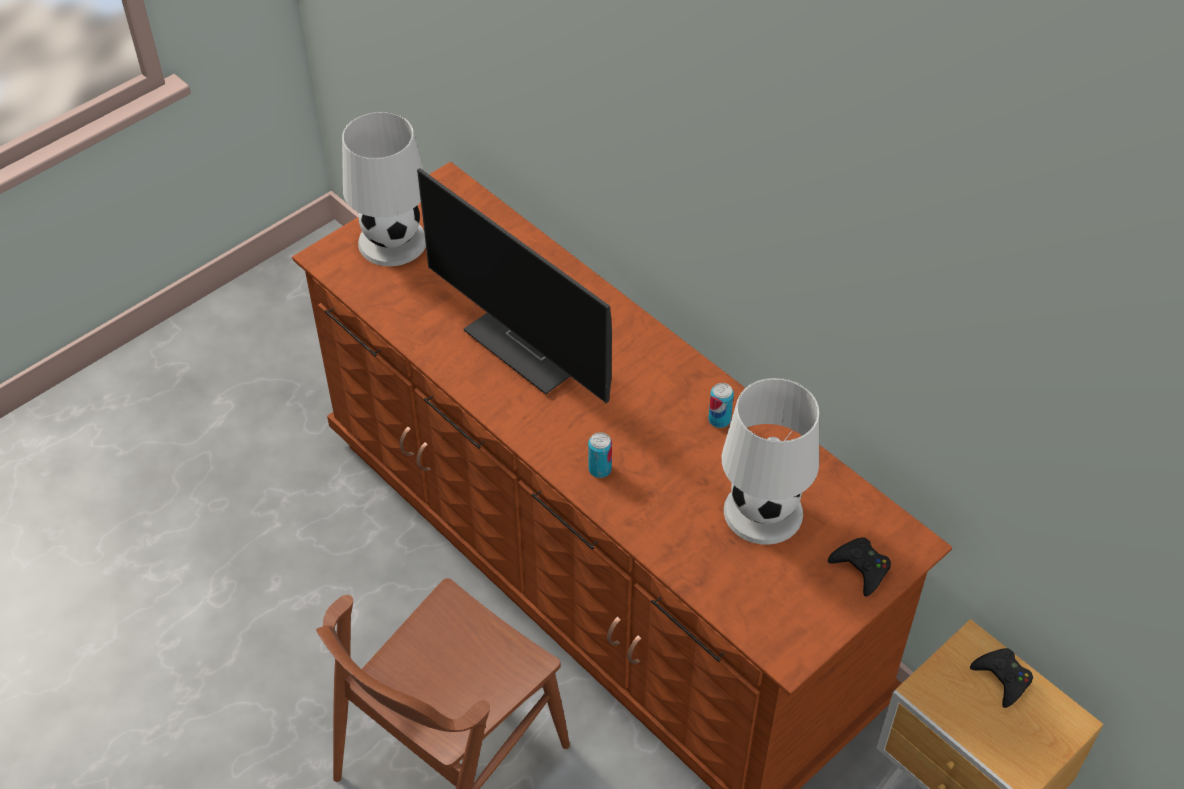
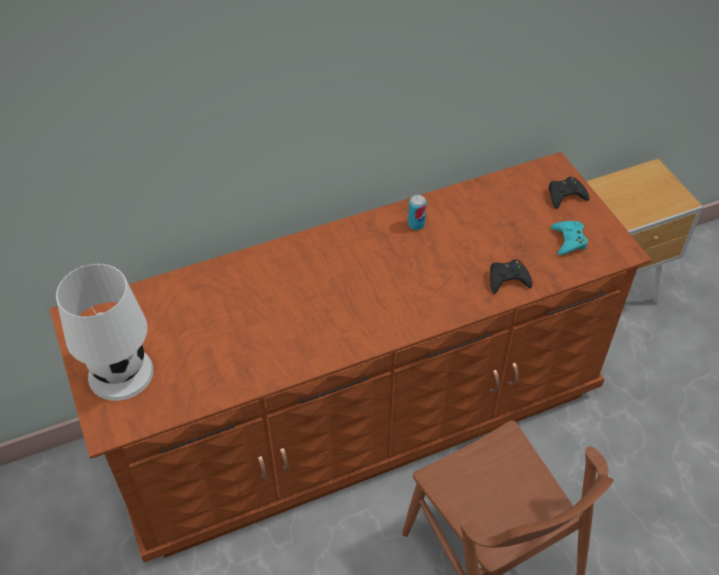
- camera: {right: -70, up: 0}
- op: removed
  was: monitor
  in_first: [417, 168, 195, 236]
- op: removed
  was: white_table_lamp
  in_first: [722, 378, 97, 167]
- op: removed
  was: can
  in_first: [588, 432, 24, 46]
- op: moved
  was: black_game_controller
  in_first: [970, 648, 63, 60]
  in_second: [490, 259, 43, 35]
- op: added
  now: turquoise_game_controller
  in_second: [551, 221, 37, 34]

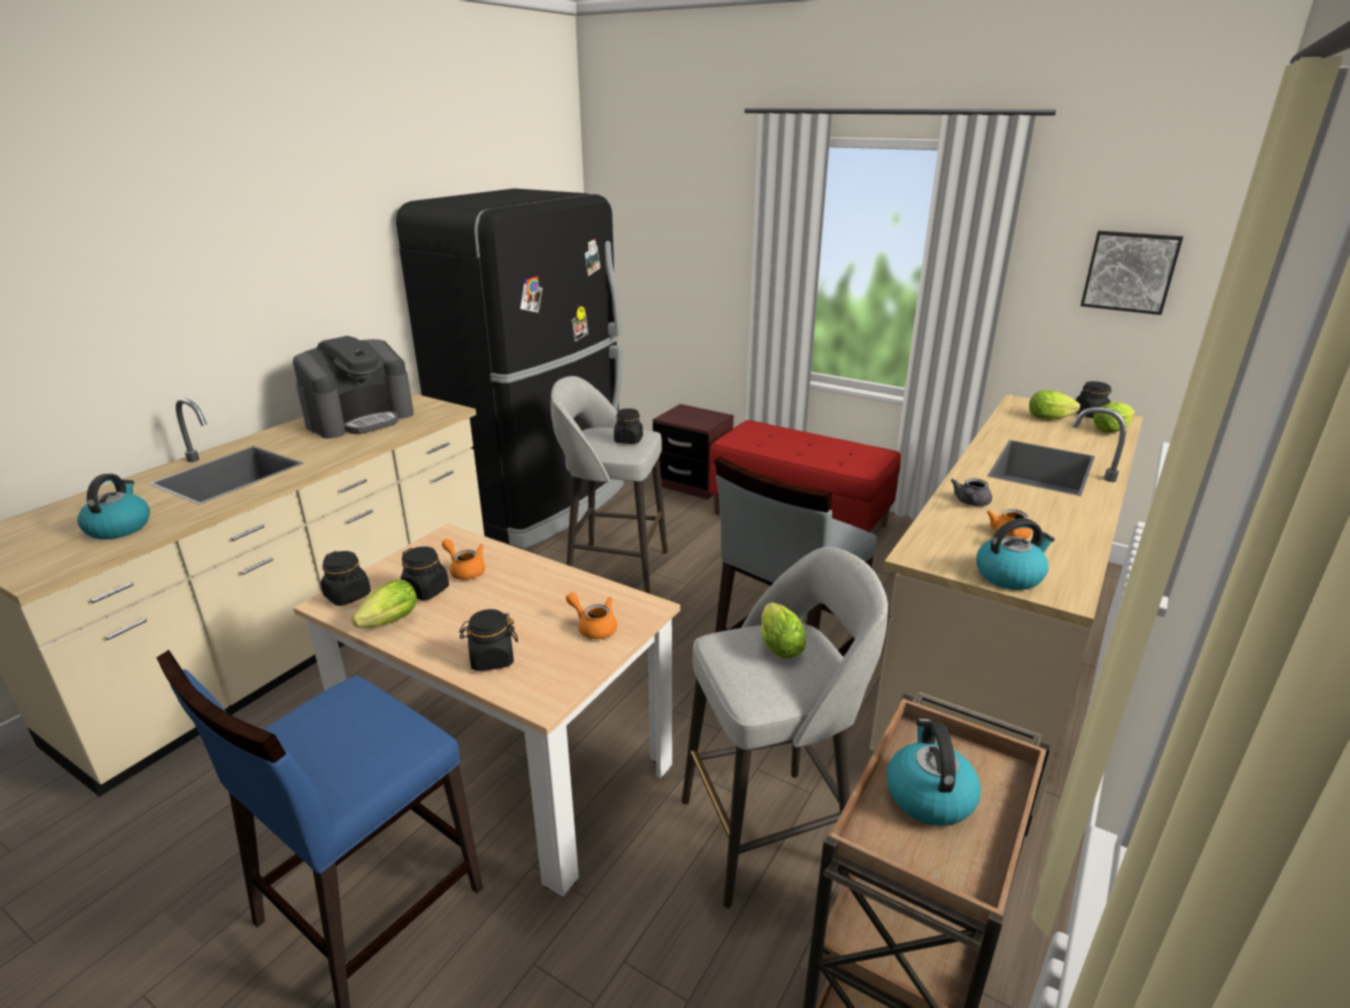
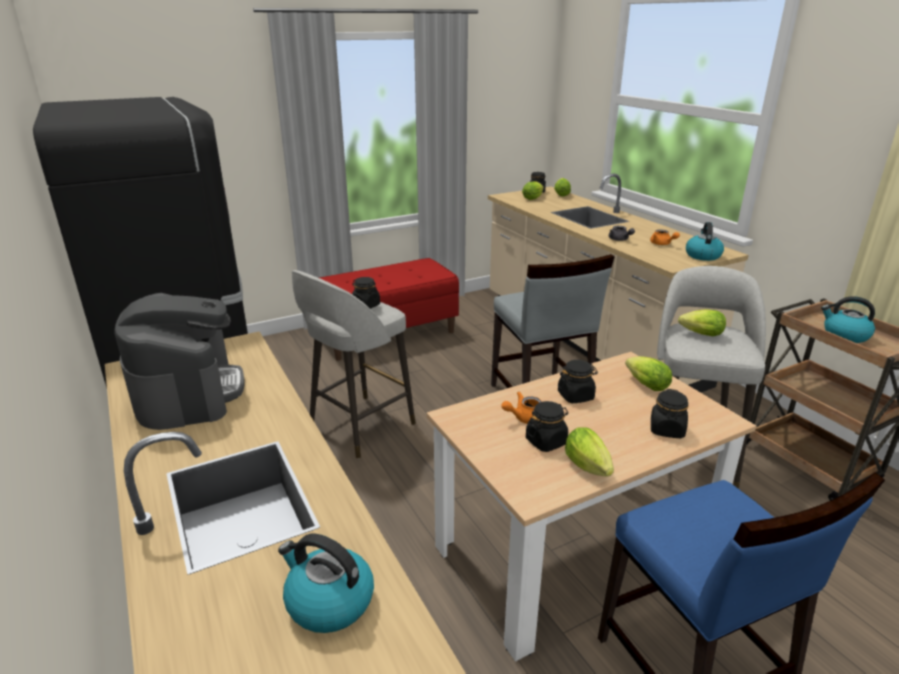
- camera: {right: -60, up: 0}
- op: removed
  was: picture
  in_first: [1081, 231, 102, 84]
- op: removed
  was: brown_nightstand
  in_first: [653, 404, 81, 96]
- op: moved
  was: black_jar
  in_first: [321, 551, 50, 55]
  in_second: [558, 360, 40, 43]
- op: replaced
  was: orange_teapot
  now: lettuce
  in_first: [566, 592, 51, 47]
  in_second: [625, 356, 47, 35]

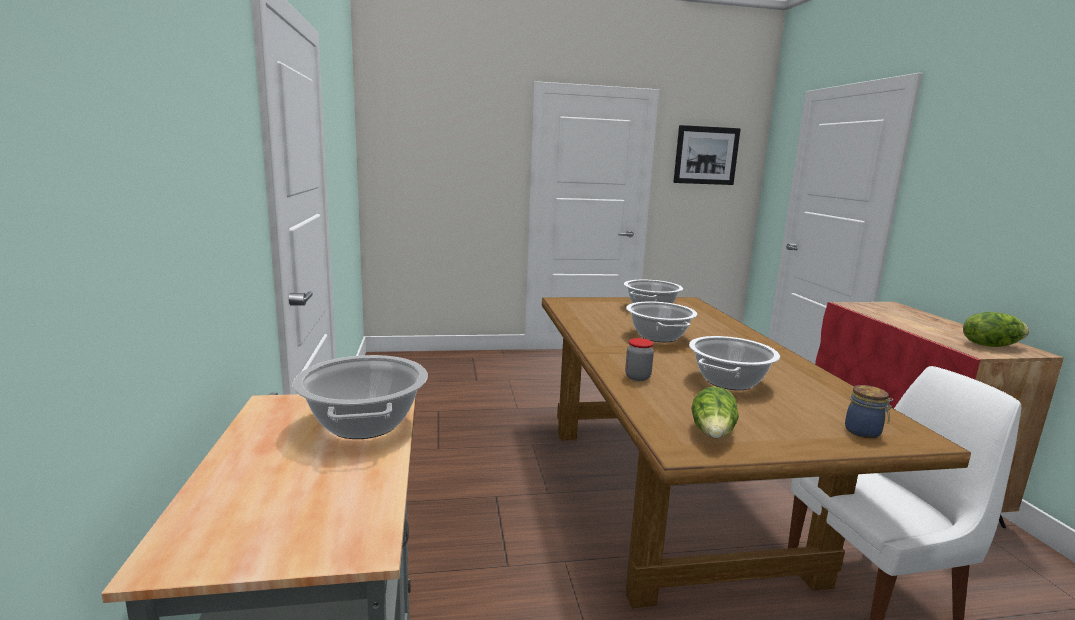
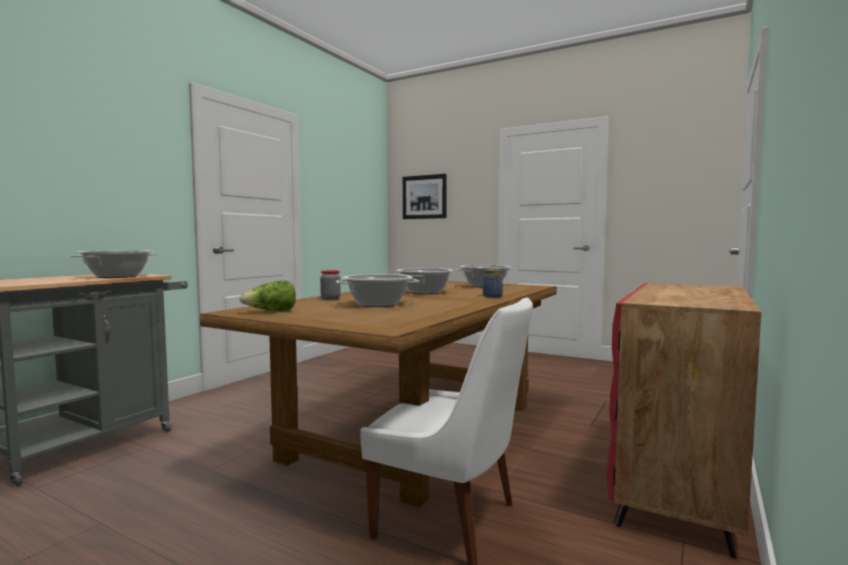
- camera: {right: 40, up: -10}
- op: moved
  was: picture
  in_first: [673, 125, 68, 60]
  in_second: [403, 174, 44, 45]
- op: removed
  was: lettuce
  in_first: [963, 312, 66, 35]
- op: moved
  was: jar
  in_first: [845, 385, 48, 53]
  in_second: [483, 269, 20, 28]

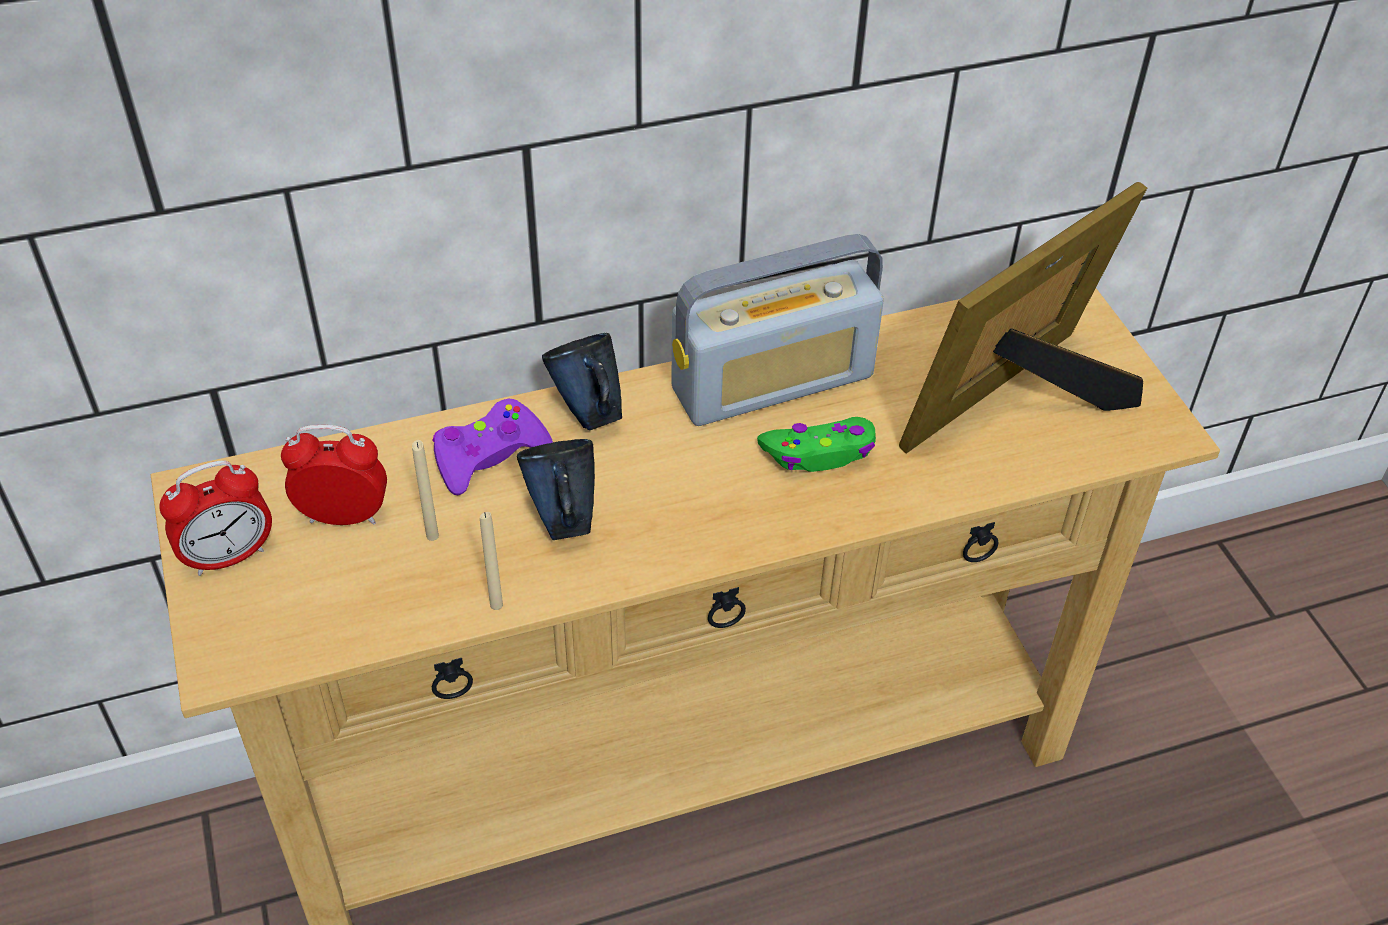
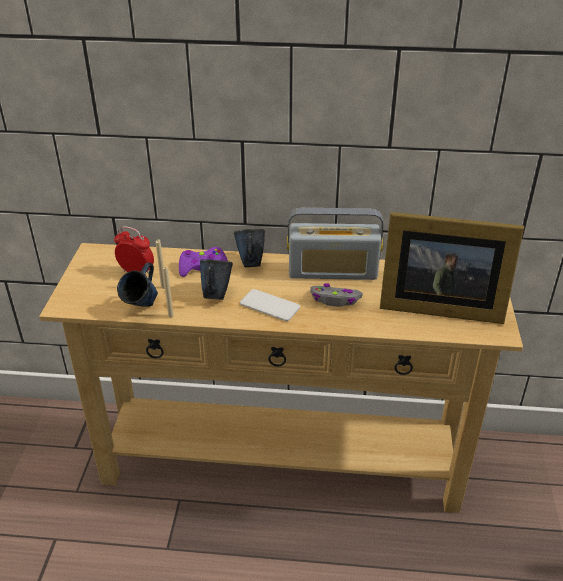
- camera: {right: 25, up: -10}
- op: turned
  was: picture_frame
  in_first: [899, 182, 248, 272]
  in_second: [380, 212, 144, 112]
  clockwise: -150
- op: recoloured
  was: green_game_controller
  now: grey_game_controller
  in_first: [757, 417, 119, 55]
  in_second: [310, 283, 53, 24]
- op: removed
  was: alarm_clock
  in_first: [159, 460, 113, 116]
- op: added
  now: blue_mug
  in_second: [117, 262, 41, 45]
- op: added
  now: phone
  in_second: [240, 289, 60, 32]

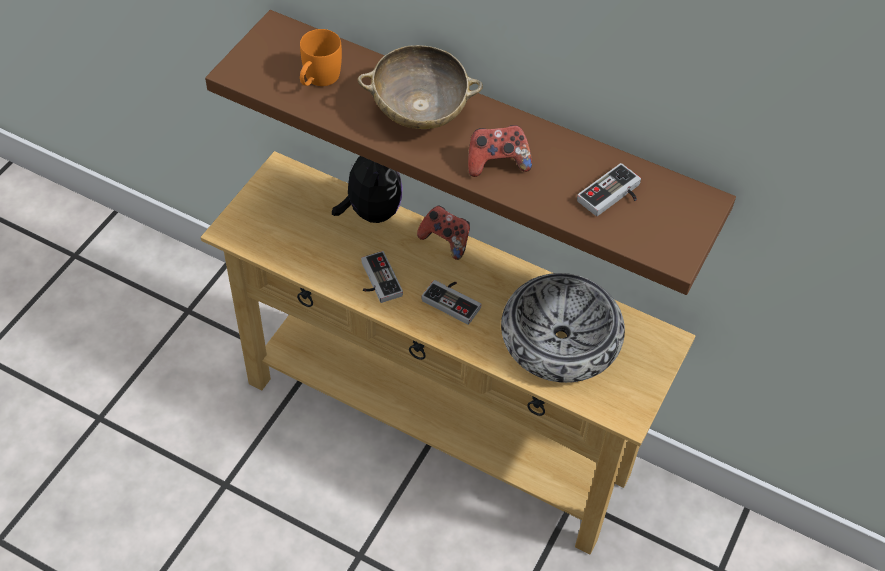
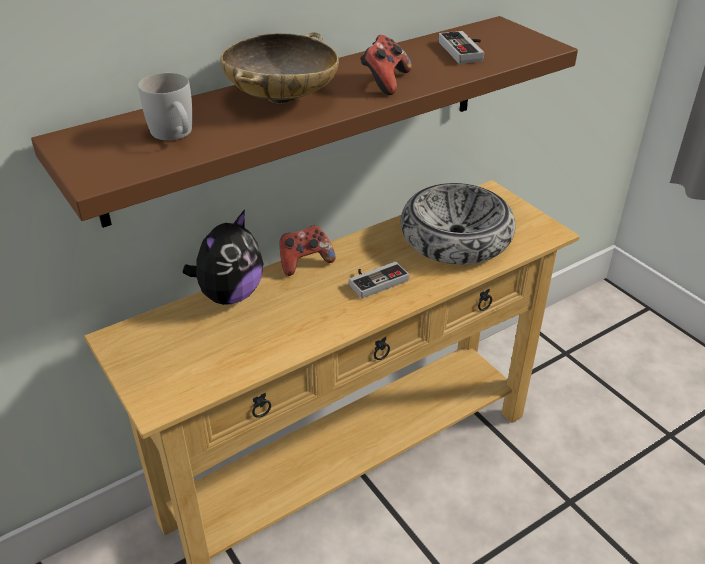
- camera: {right: -60, up: -15}
- op: recoloured
  was: orange_mug
  now: white_mug
  in_first: [300, 29, 42, 57]
  in_second: [138, 73, 54, 68]
- op: turned
  was: plush_toy
  in_first: [332, 156, 70, 67]
  in_second: [183, 210, 81, 95]
  clockwise: 105
- op: removed
  was: game_controller
  in_first: [361, 251, 42, 52]

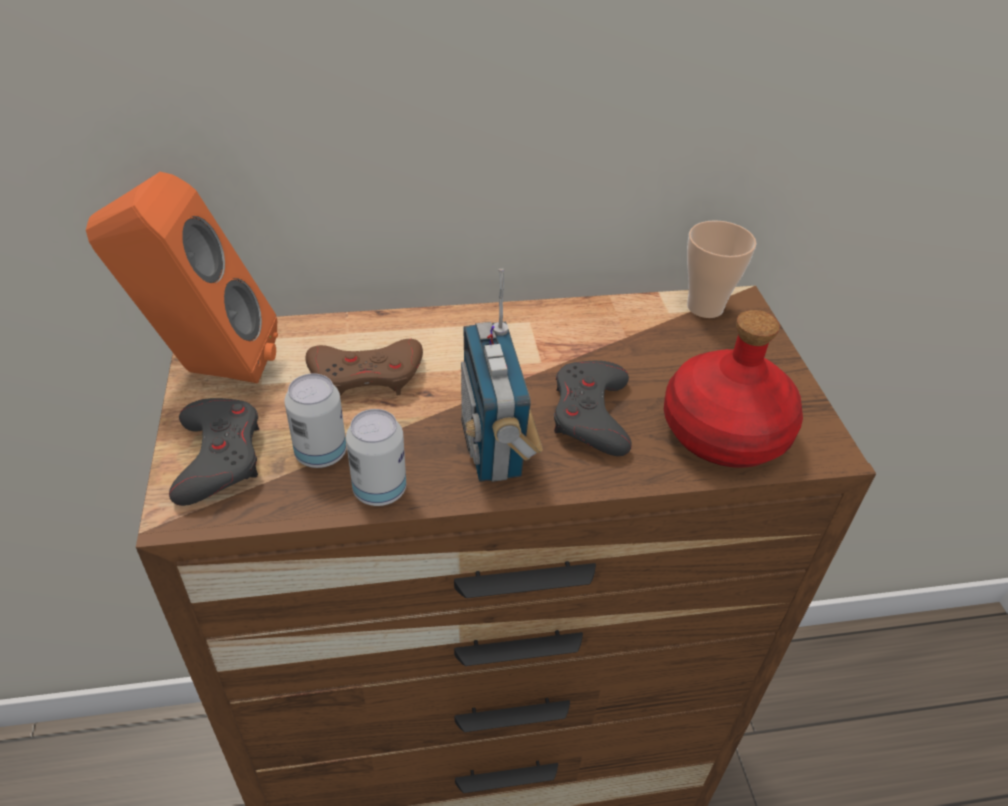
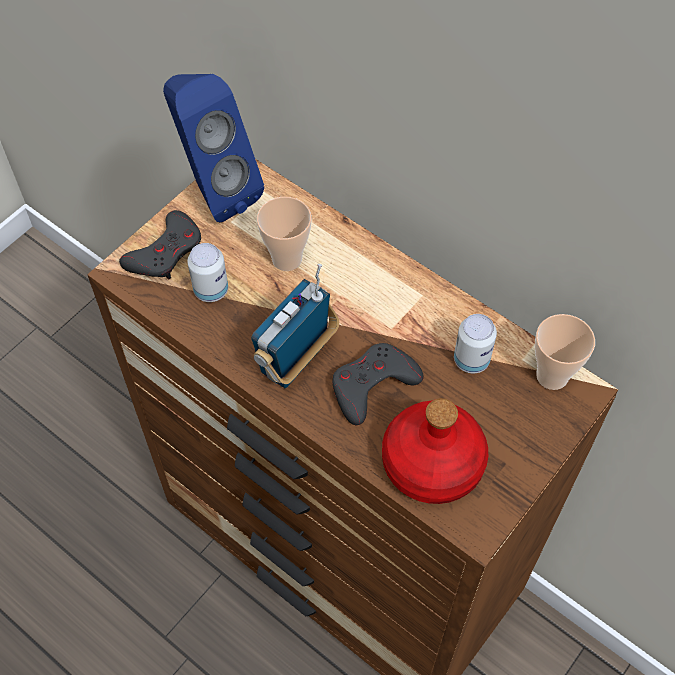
- camera: {right: 50, up: 15}
- op: recoloured
  was: orange_speaker
  now: blue_speaker
  in_first: [86, 172, 192, 212]
  in_second: [163, 74, 101, 148]
- op: replaced
  was: brown_game_controller
  now: cup
  in_first: [306, 339, 117, 57]
  in_second: [257, 197, 54, 74]
- op: moved
  was: can
  in_first: [346, 409, 60, 97]
  in_second: [454, 314, 43, 60]

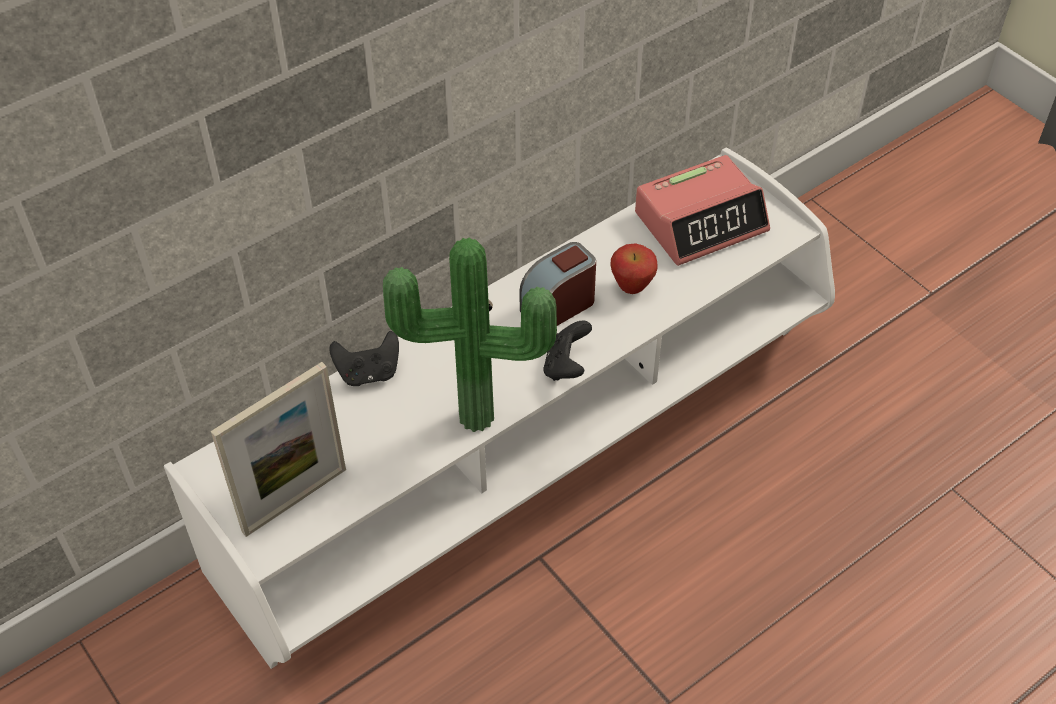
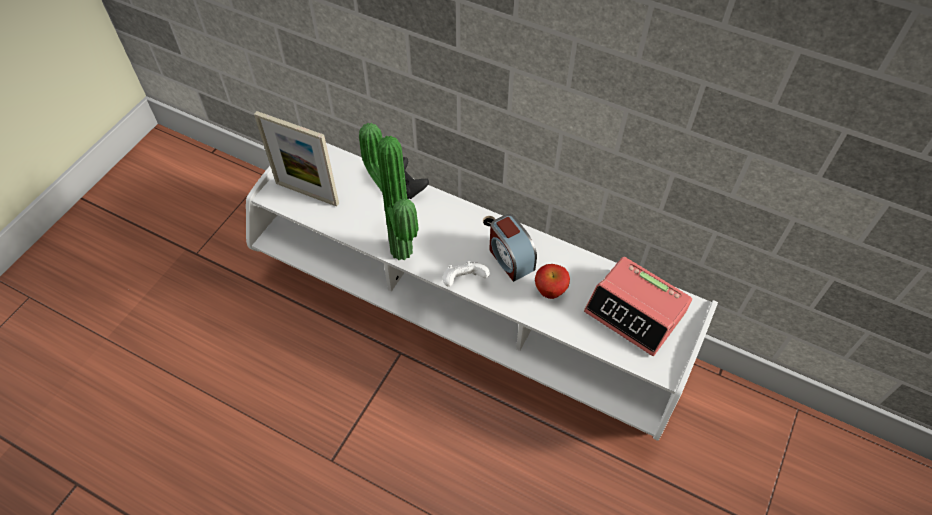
- camera: {right: 65, up: 5}
- op: turned
  was: alarm_clock
  in_first: [519, 242, 77, 84]
  in_second: [489, 214, 48, 68]
  clockwise: -150
- op: recoloured
  was: black_game_controller
  now: white_game_controller
  in_first: [543, 321, 49, 60]
  in_second: [443, 261, 47, 26]

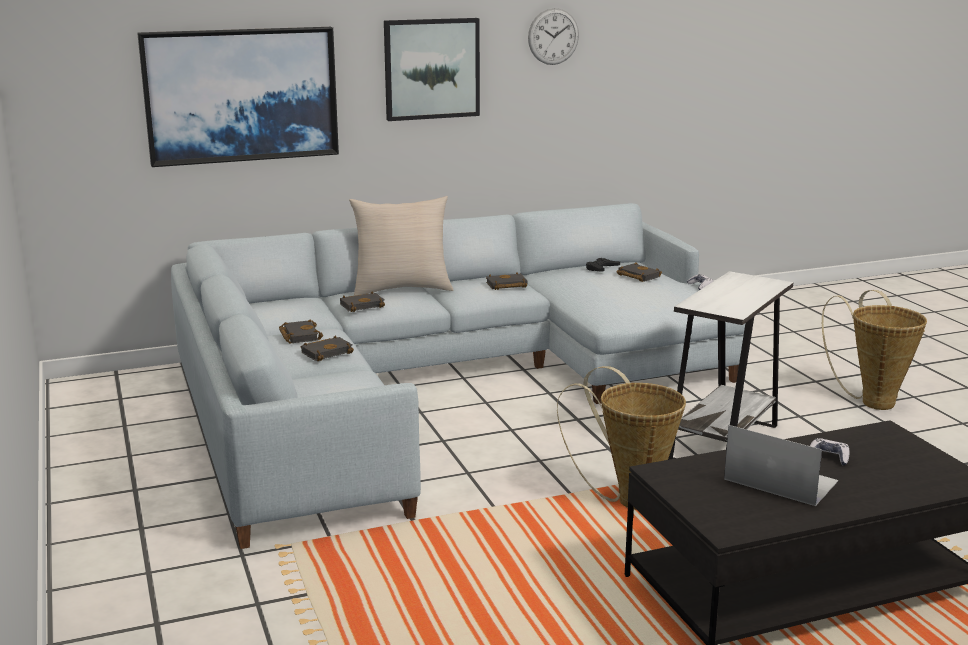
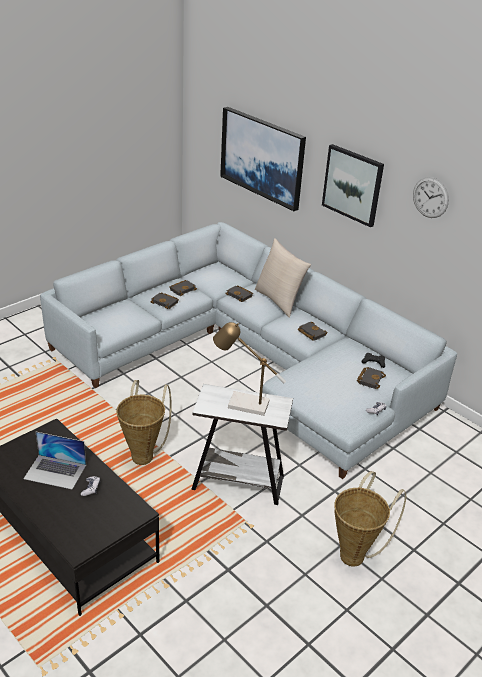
- camera: {right: 65, up: 15}
- op: turned
  was: laptop
  in_first: [724, 425, 114, 81]
  in_second: [23, 432, 63, 58]
  clockwise: 90
- op: added
  now: table_lamp
  in_second: [213, 322, 73, 94]

